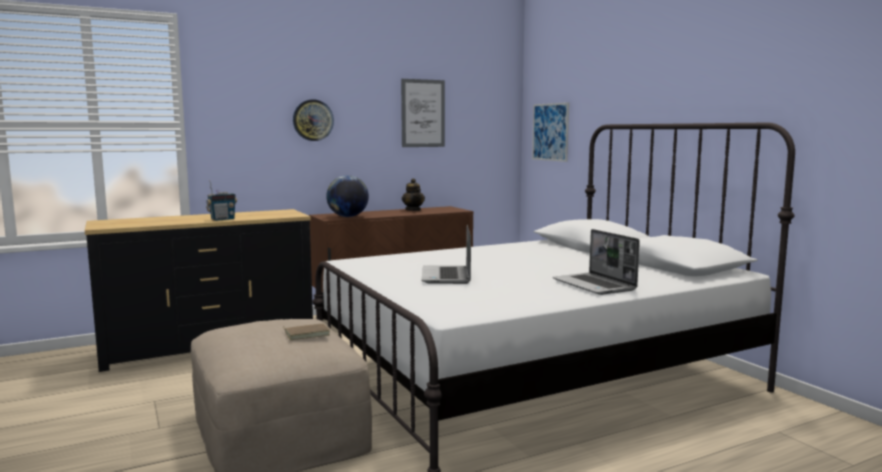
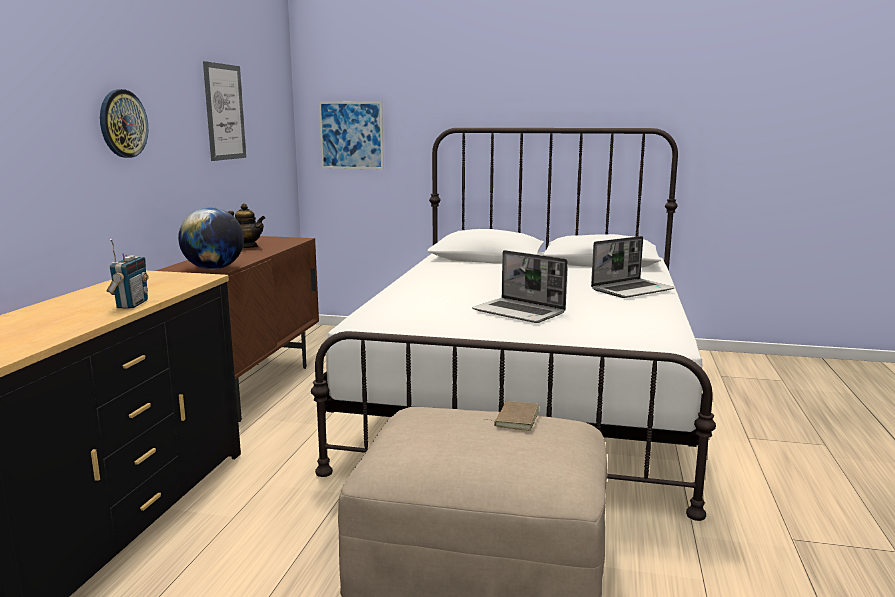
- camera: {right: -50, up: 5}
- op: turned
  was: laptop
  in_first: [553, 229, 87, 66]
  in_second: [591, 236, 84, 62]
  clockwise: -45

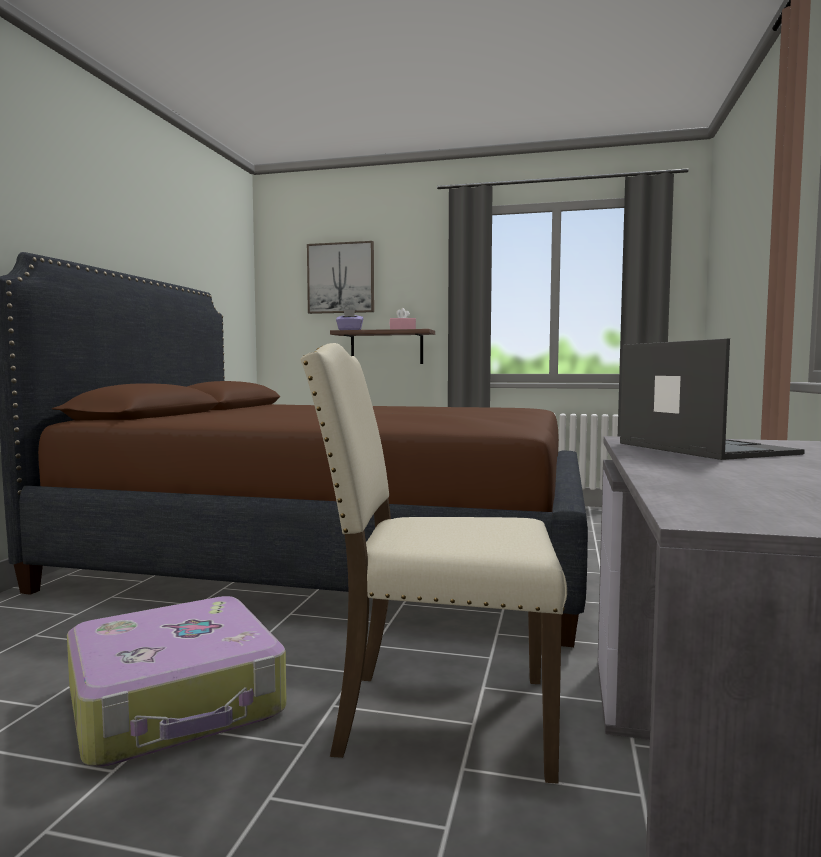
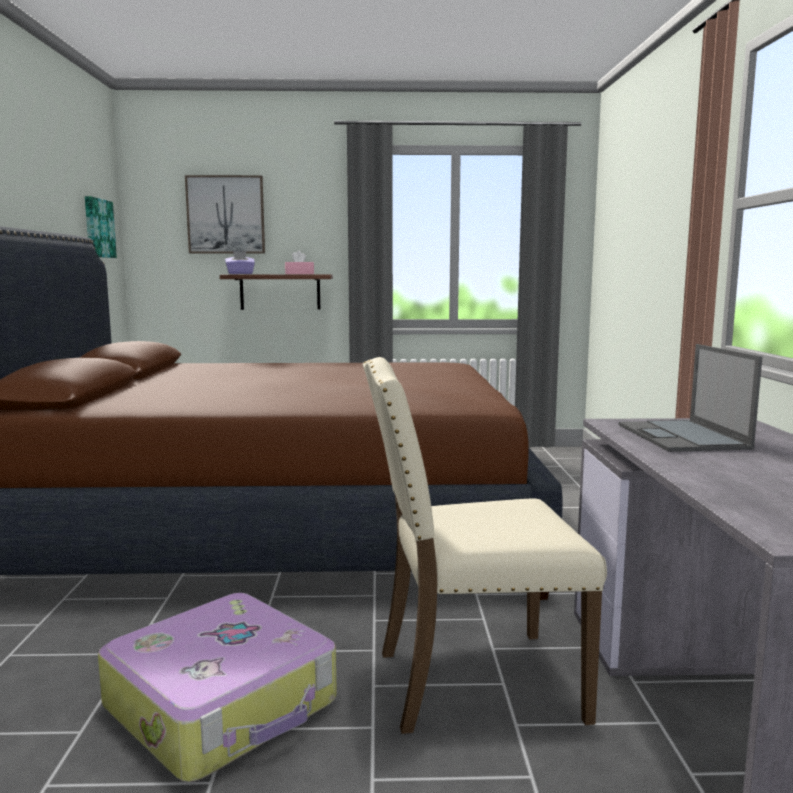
- camera: {right: -15, up: 5}
- op: turned
  was: laptop
  in_first: [620, 338, 185, 122]
  in_second: [619, 344, 143, 108]
  clockwise: -150
- op: added
  now: picture
  in_second: [85, 196, 32, 62]

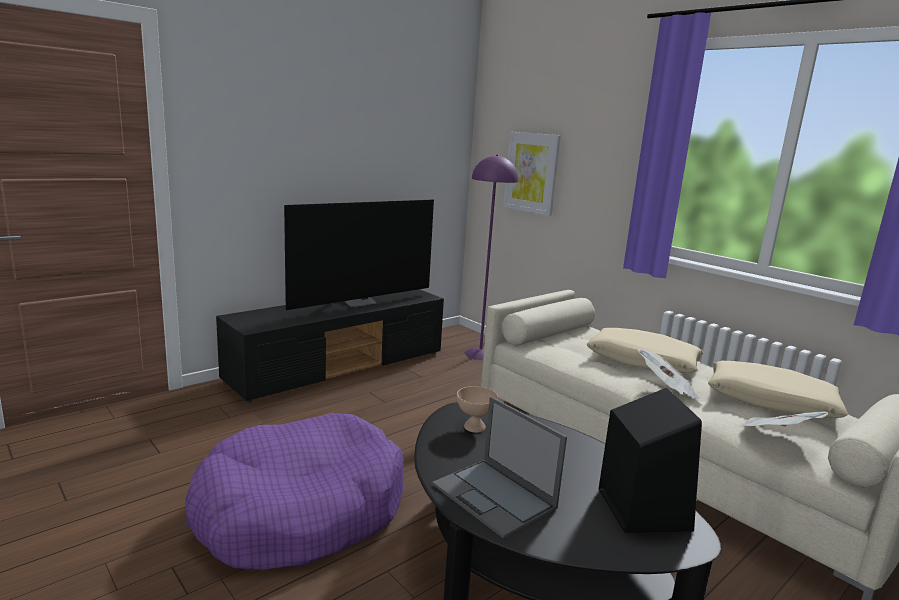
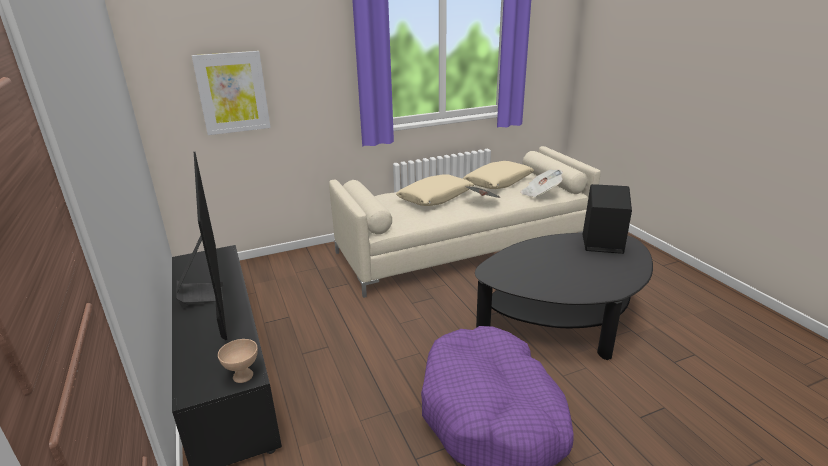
- camera: {right: -70, up: 10}
- op: removed
  was: purple_floor_lamp
  in_first: [465, 154, 54, 206]
- op: moved
  was: beige_bowl
  in_first: [457, 386, 41, 47]
  in_second: [218, 339, 40, 44]
- op: removed
  was: laptop
  in_first: [432, 396, 135, 143]

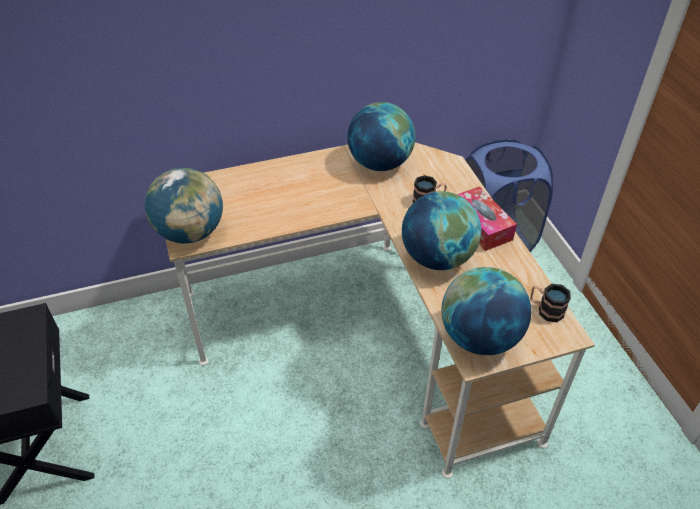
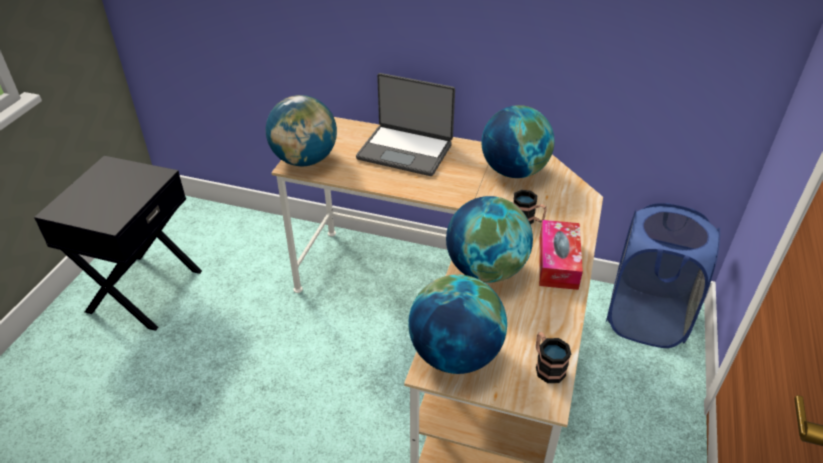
- camera: {right: 35, up: -5}
- op: added
  now: laptop
  in_second: [356, 73, 99, 103]

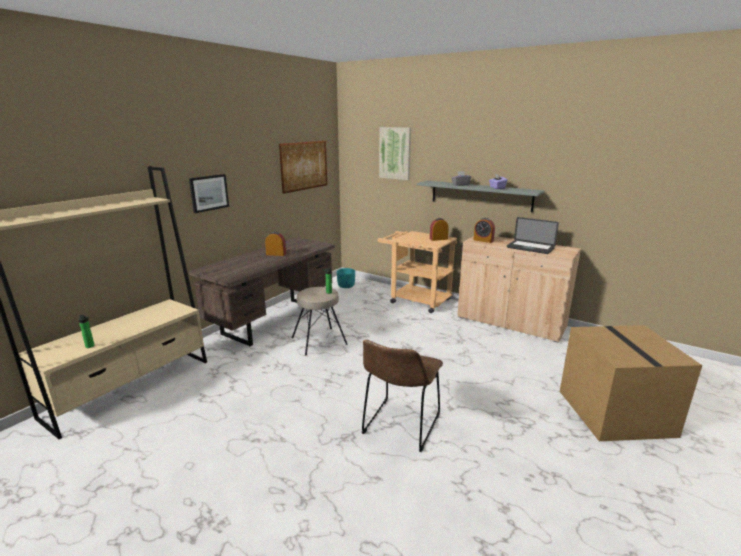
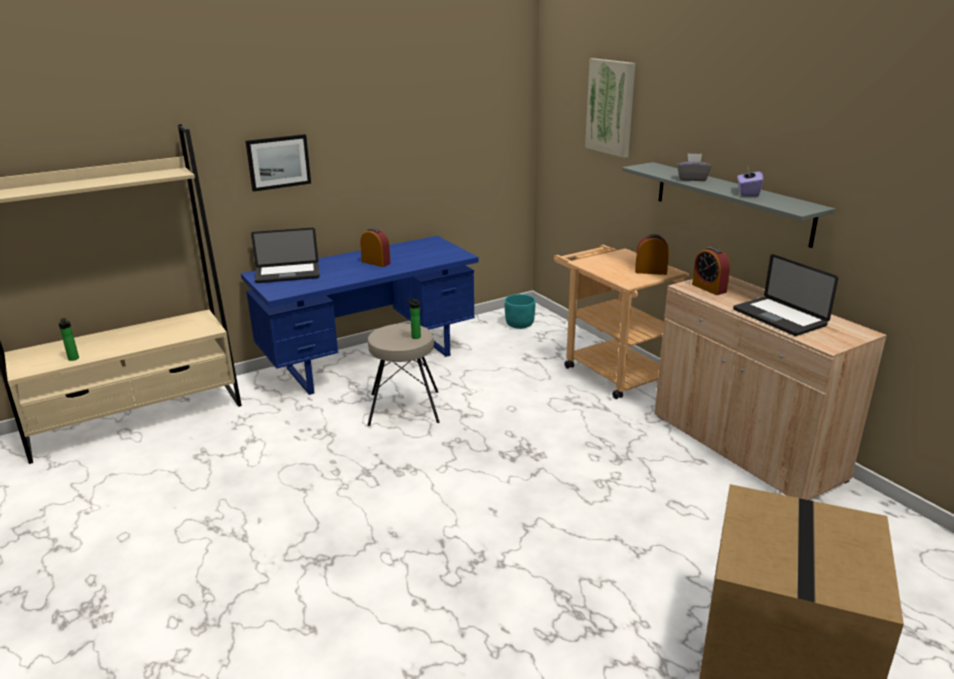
- camera: {right: 25, up: 5}
- op: removed
  was: picture
  in_first: [279, 141, 48, 53]
- op: recoloured
  was: brown_desk
  now: blue_desk
  in_first: [189, 237, 146, 109]
  in_second: [241, 236, 237, 159]
- op: removed
  was: brown_chair
  in_first: [362, 340, 81, 112]
- op: added
  now: laptop
  in_second: [251, 228, 69, 55]

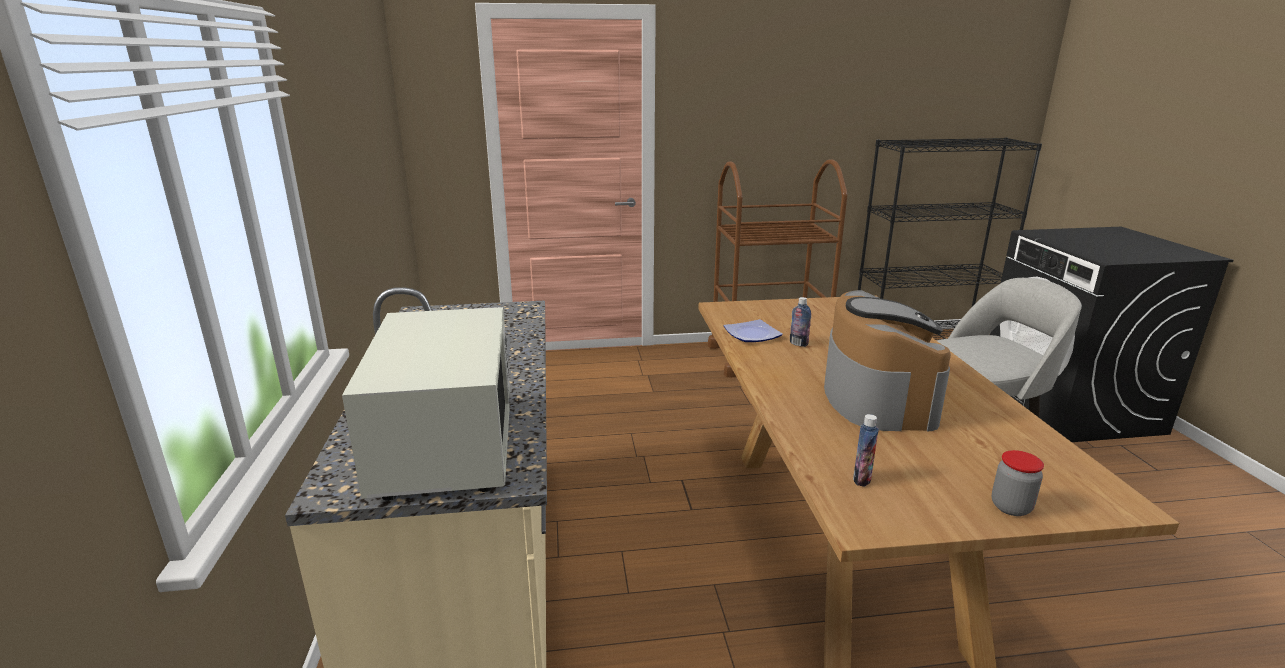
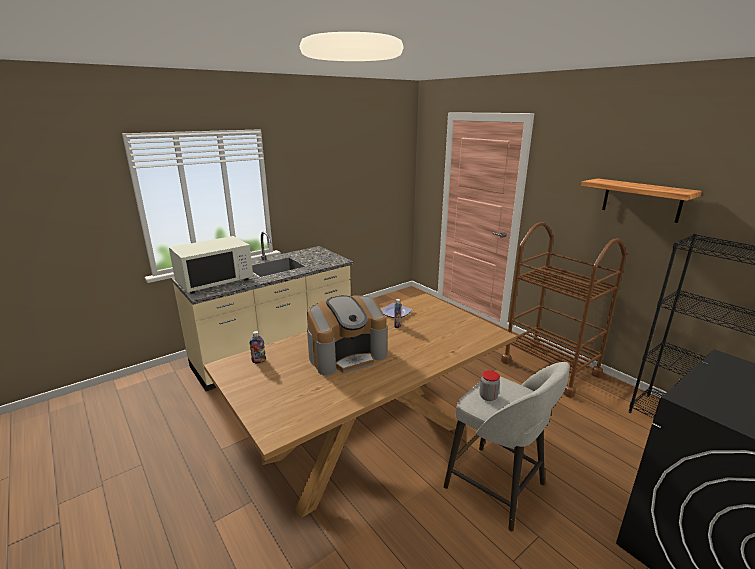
- camera: {right: 60, up: 0}
- op: moved
  was: jar
  in_first: [992, 450, 52, 66]
  in_second: [479, 370, 21, 31]
- op: added
  now: shelf
  in_second: [581, 178, 121, 45]

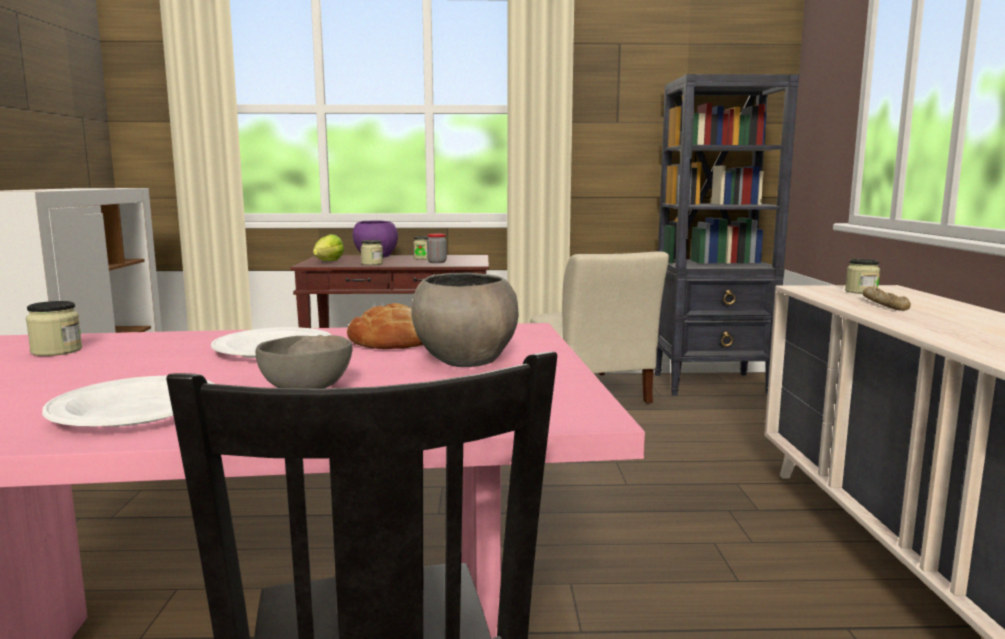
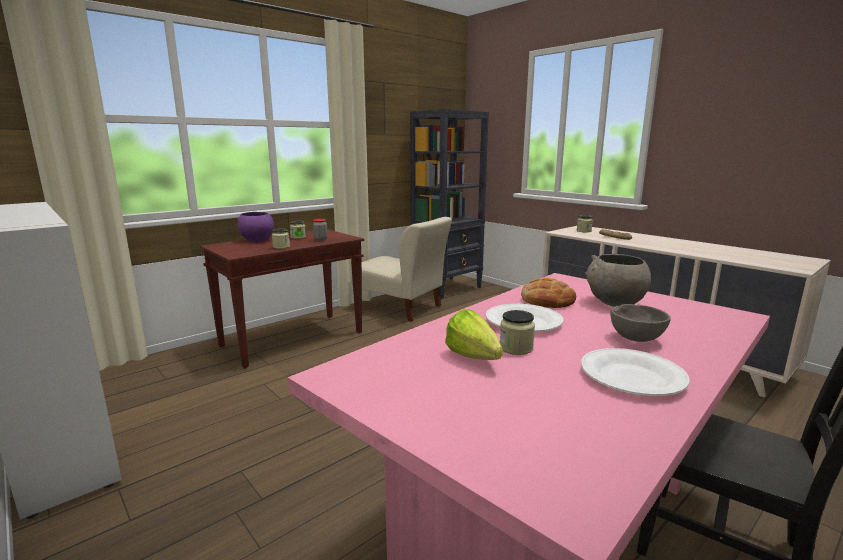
- camera: {right: -40, up: 5}
- op: moved
  was: lettuce
  in_first: [313, 234, 31, 27]
  in_second: [445, 309, 58, 51]
- op: moved
  was: jar
  in_first: [26, 301, 56, 55]
  in_second: [500, 310, 35, 45]

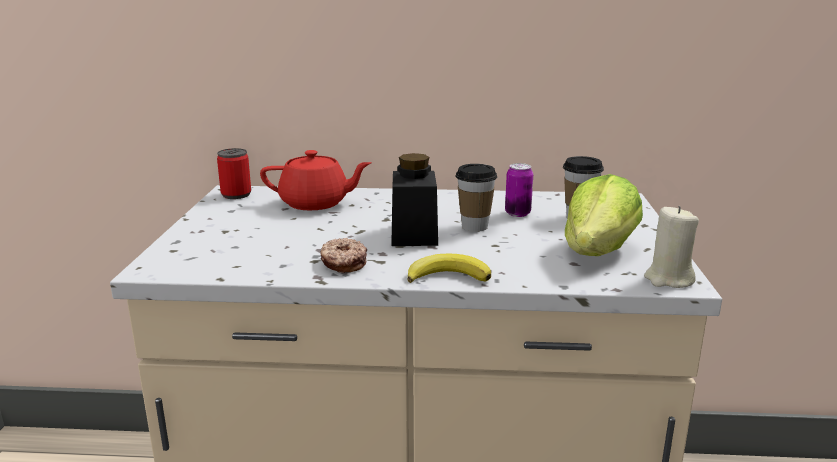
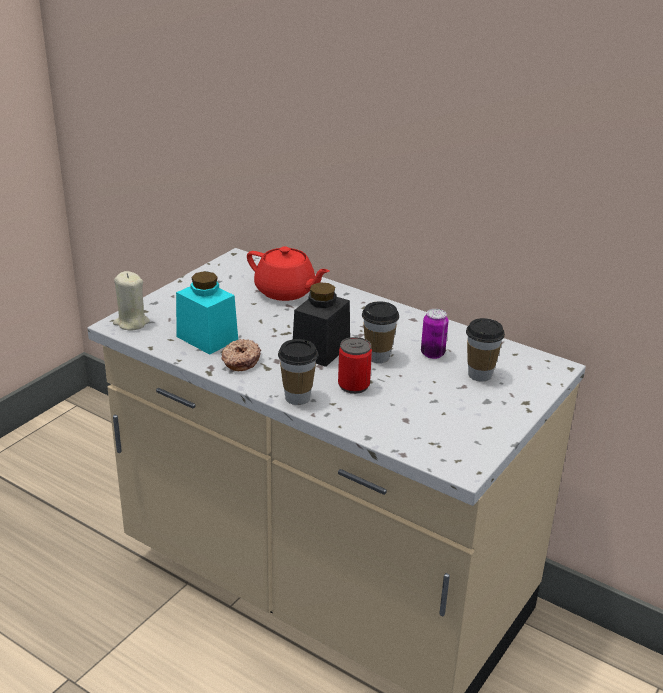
- camera: {right: 30, up: 10}
- op: moved
  was: can
  in_first: [217, 148, 34, 51]
  in_second: [338, 337, 34, 57]
- op: removed
  was: lettuce
  in_first: [565, 174, 78, 82]
- op: moved
  was: beige_candle
  in_first: [644, 206, 55, 82]
  in_second: [113, 271, 37, 59]
- op: replaced
  was: banana
  now: cup
  in_first: [408, 254, 83, 29]
  in_second: [278, 339, 40, 66]
- op: added
  now: turquoise_jar
  in_second: [176, 271, 62, 84]

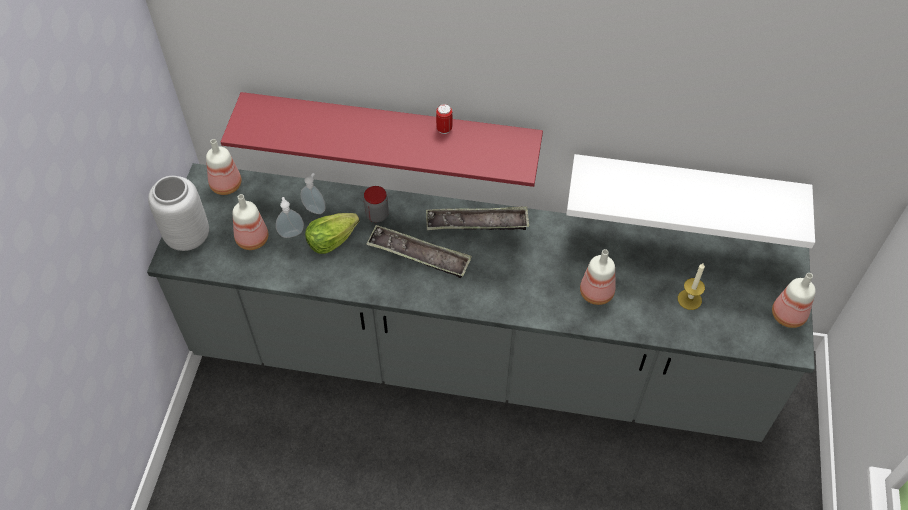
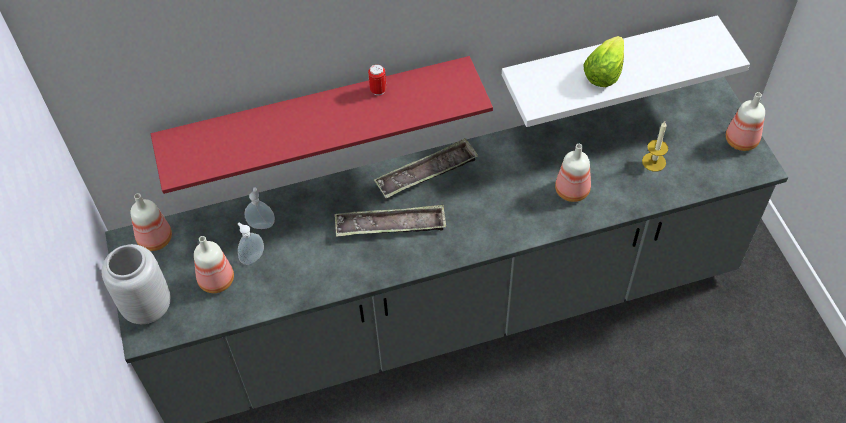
- camera: {right: -25, up: 0}
- op: removed
  was: jar
  in_first: [364, 186, 25, 36]
- op: moved
  was: lettuce
  in_first: [305, 213, 54, 41]
  in_second: [583, 36, 41, 51]

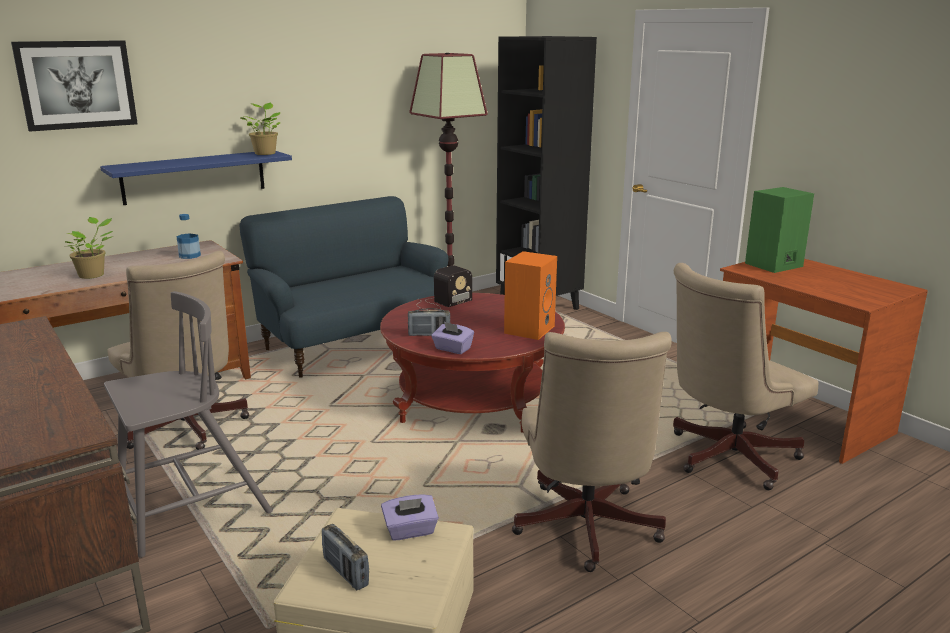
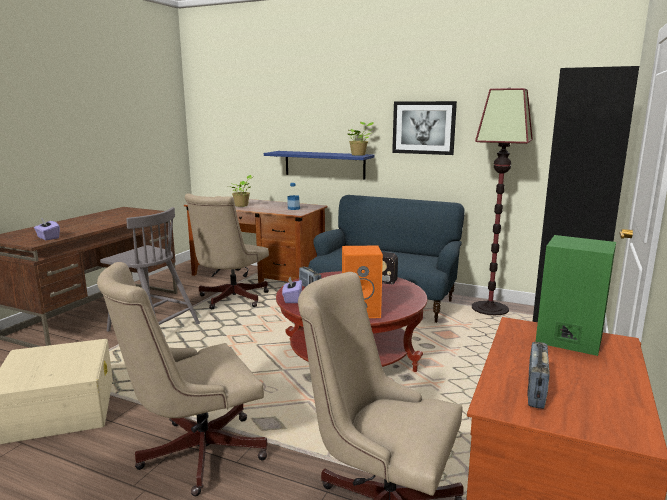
- camera: {right: 60, up: -5}
- op: moved
  was: picture
  in_first: [11, 40, 127, 92]
  in_second: [392, 101, 65, 54]
- op: moved
  was: purple_tissue_box
  in_first: [381, 494, 58, 47]
  in_second: [34, 218, 26, 22]
- op: moved
  was: radio
  in_first: [322, 524, 47, 66]
  in_second: [528, 342, 22, 67]

